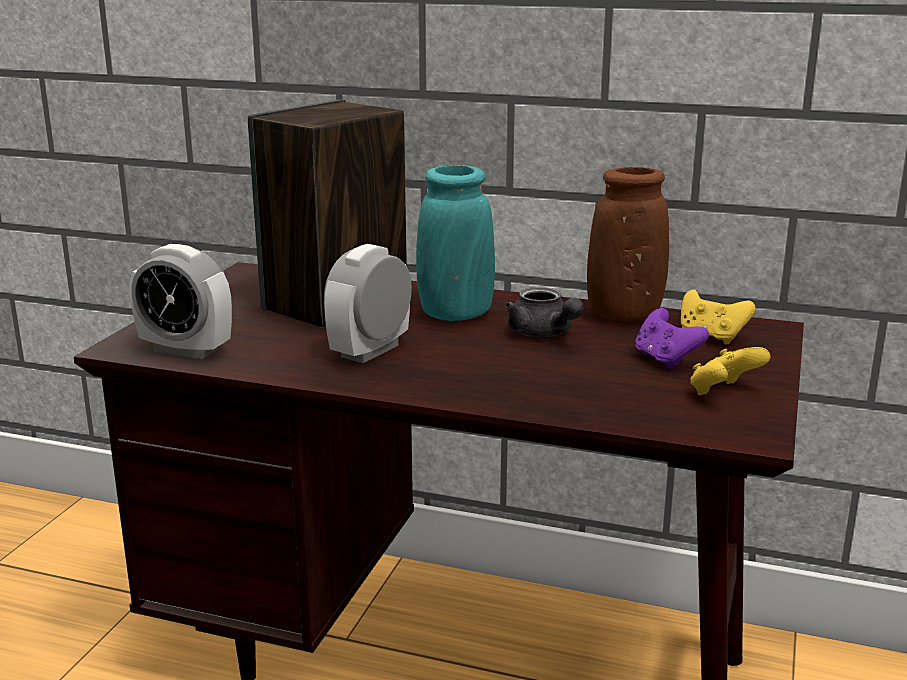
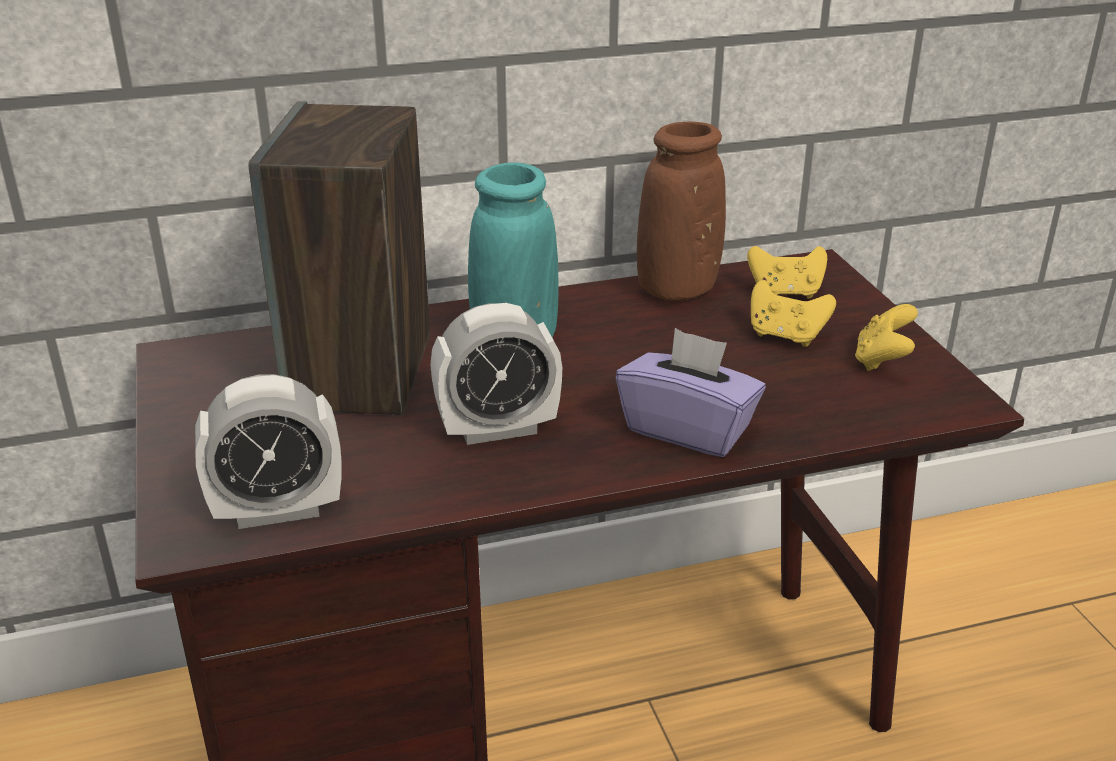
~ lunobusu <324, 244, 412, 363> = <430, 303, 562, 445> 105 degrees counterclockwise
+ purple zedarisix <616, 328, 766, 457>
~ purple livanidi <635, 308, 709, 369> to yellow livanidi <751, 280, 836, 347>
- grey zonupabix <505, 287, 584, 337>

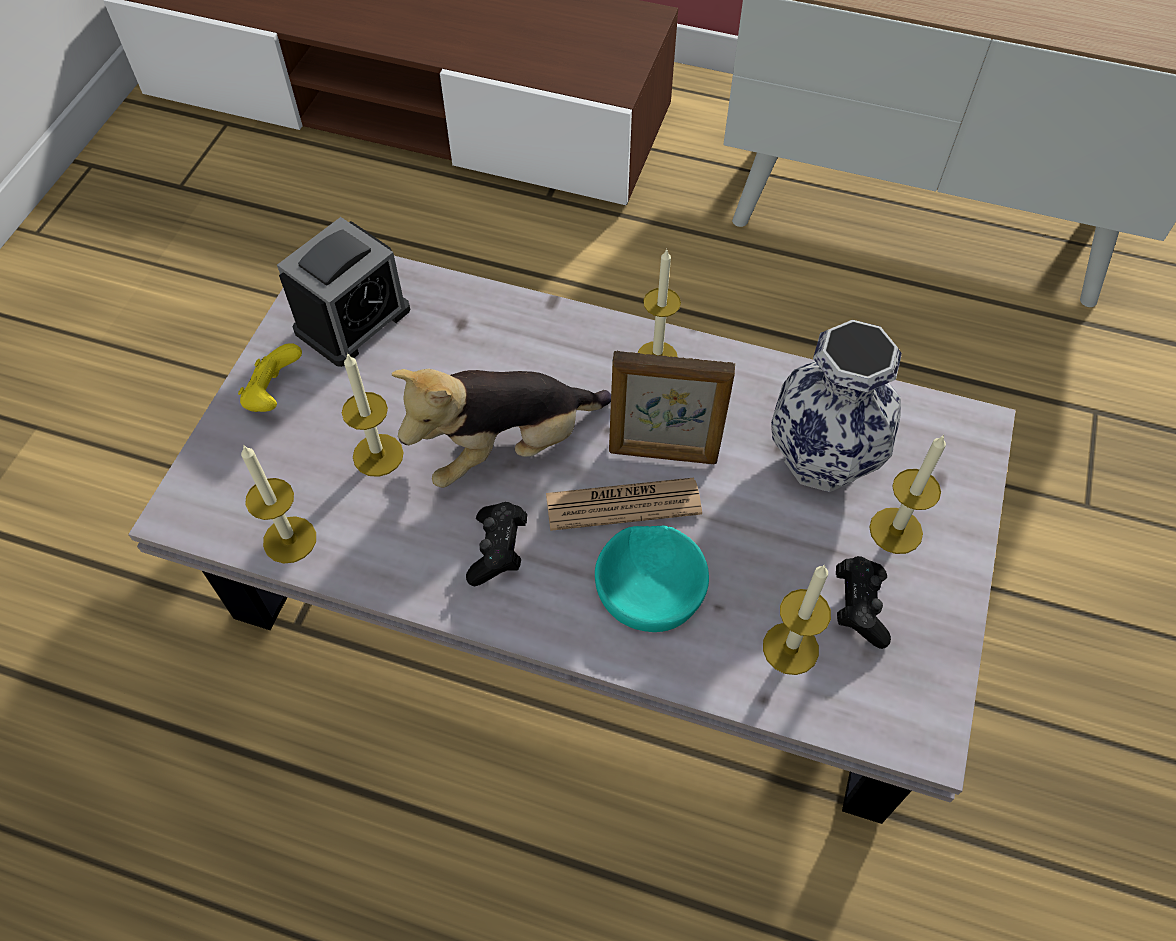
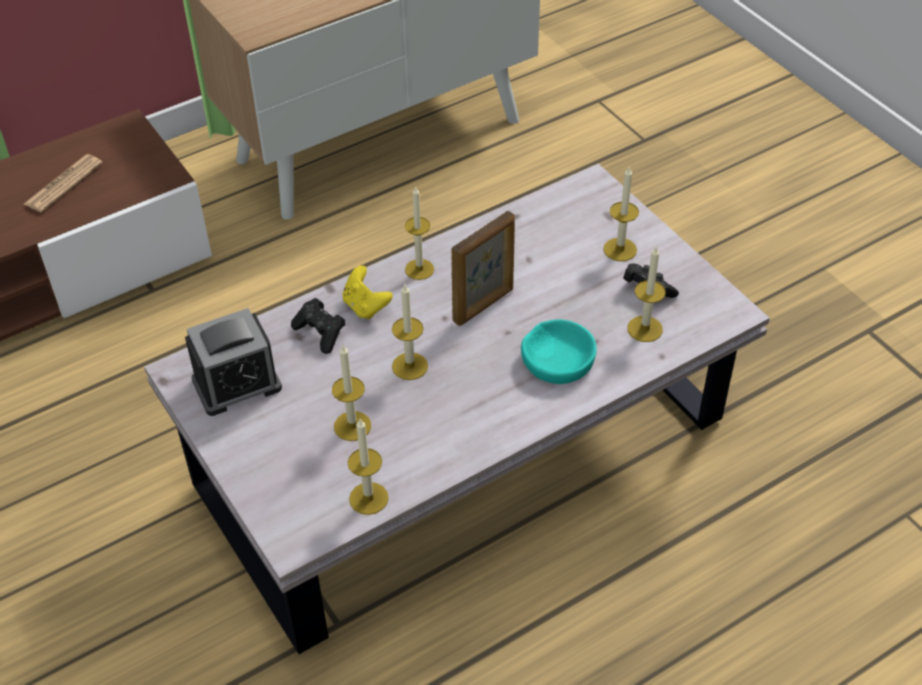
~ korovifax <546, 478, 702, 531> to <24, 154, 103, 212>
~ lunobusu <277, 217, 410, 367> = <185, 308, 282, 416> 75 degrees clockwise
~ black livanidi <466, 502, 527, 586> to <291, 298, 346, 354>
~ yellow livanidi <238, 343, 302, 412> to <343, 265, 393, 320>
~ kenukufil <391, 369, 611, 488> to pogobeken <392, 285, 428, 380>
- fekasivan <771, 320, 902, 492>

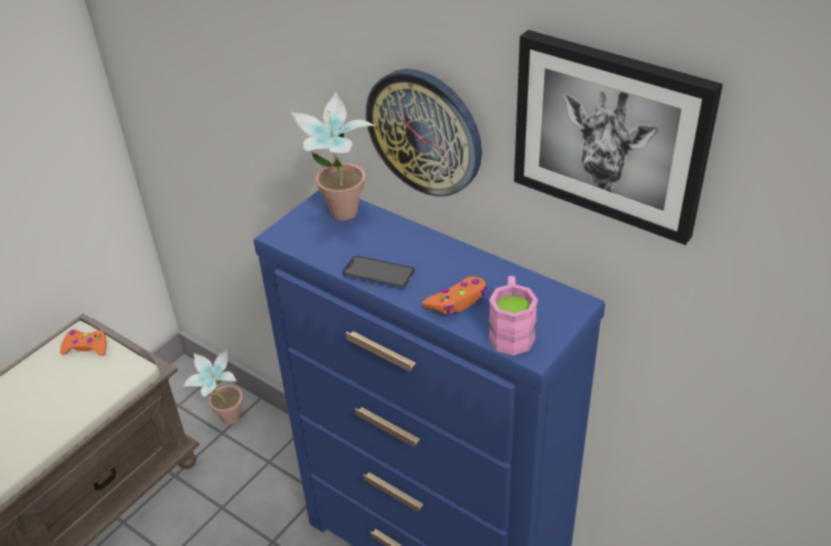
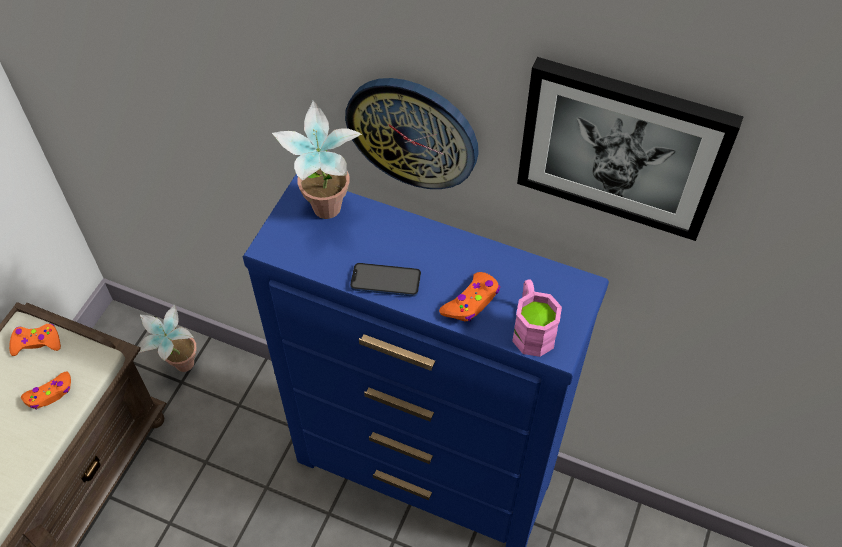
+ orange livanidi <21, 372, 71, 409>

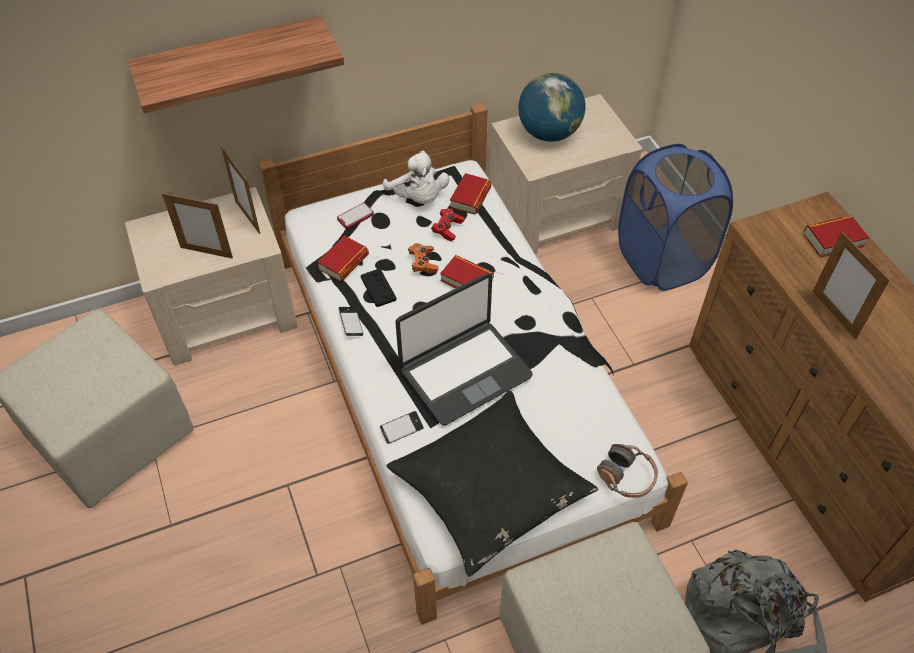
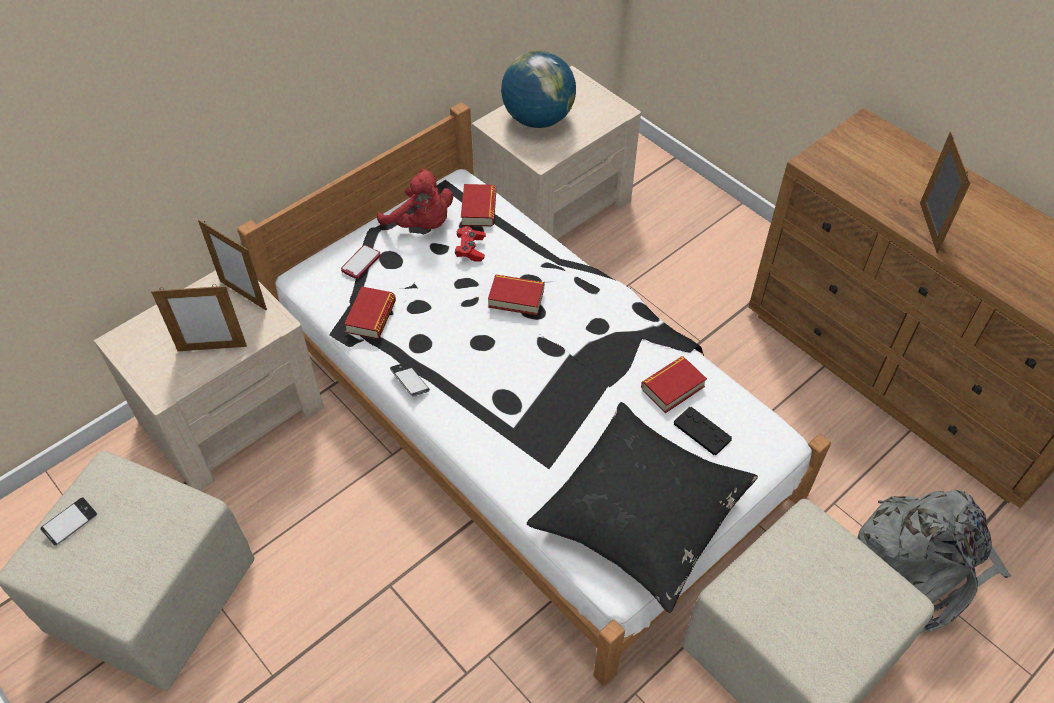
~ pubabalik <380, 411, 424, 444> to <40, 497, 97, 546>
~ white kenukufil <383, 151, 449, 204> to red kenukufil <377, 169, 453, 229>
~ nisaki <804, 215, 869, 257> to <641, 356, 707, 413>
~ black livanidi <361, 269, 397, 307> to <674, 407, 732, 455>
~ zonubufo <813, 231, 890, 339> = <920, 132, 971, 253> 135 degrees counterclockwise
- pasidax <128, 16, 344, 114>
- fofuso <395, 273, 533, 426>
- orange livanidi <408, 243, 439, 274>
- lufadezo <597, 444, 658, 498>
- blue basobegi <618, 144, 733, 291>

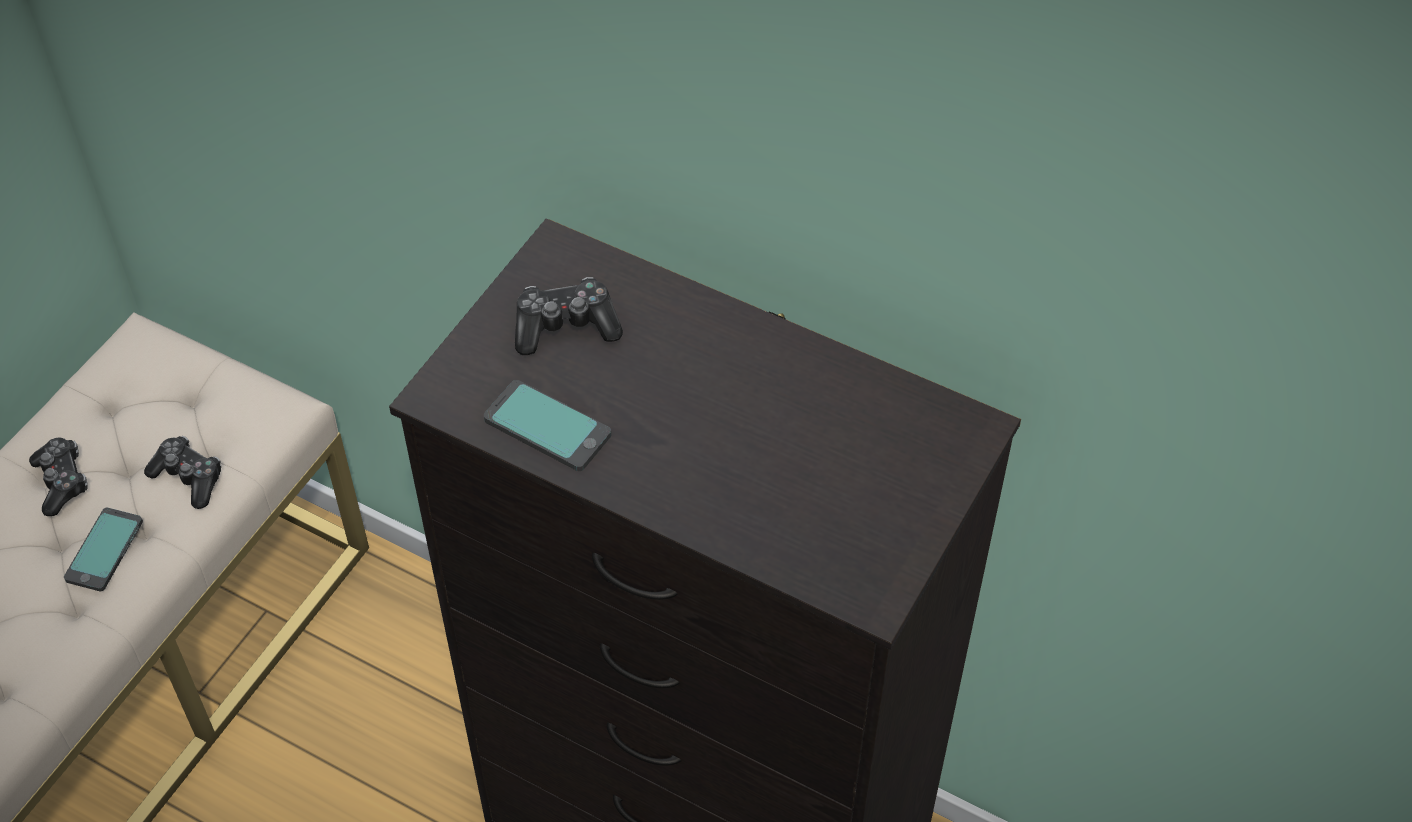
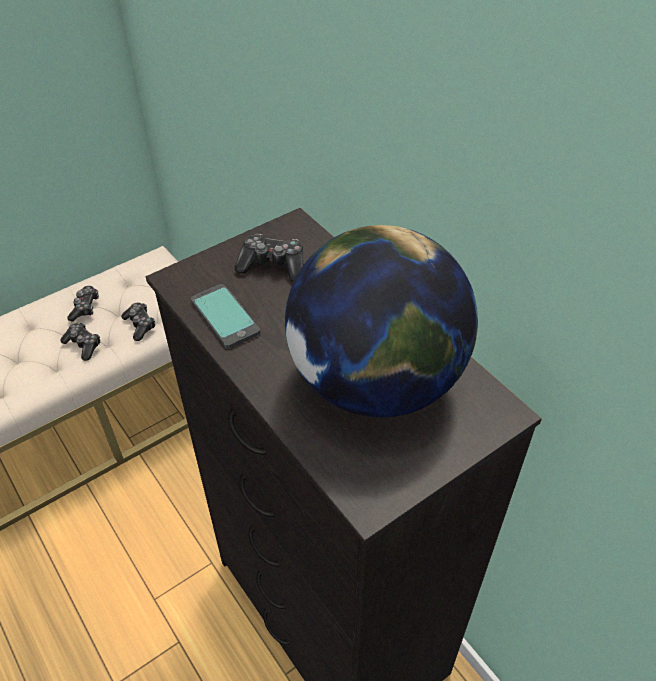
~ pubabalik <64, 507, 143, 591> to livanidi <60, 323, 100, 361>
+ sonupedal <285, 225, 478, 418>

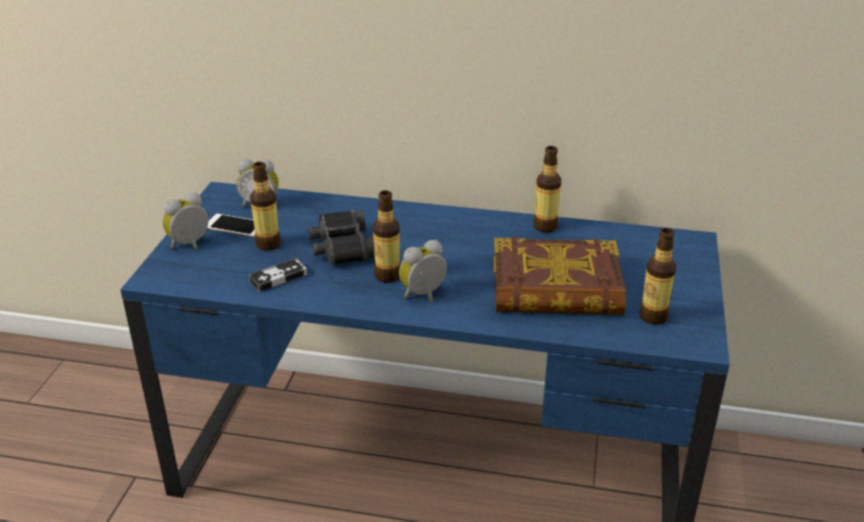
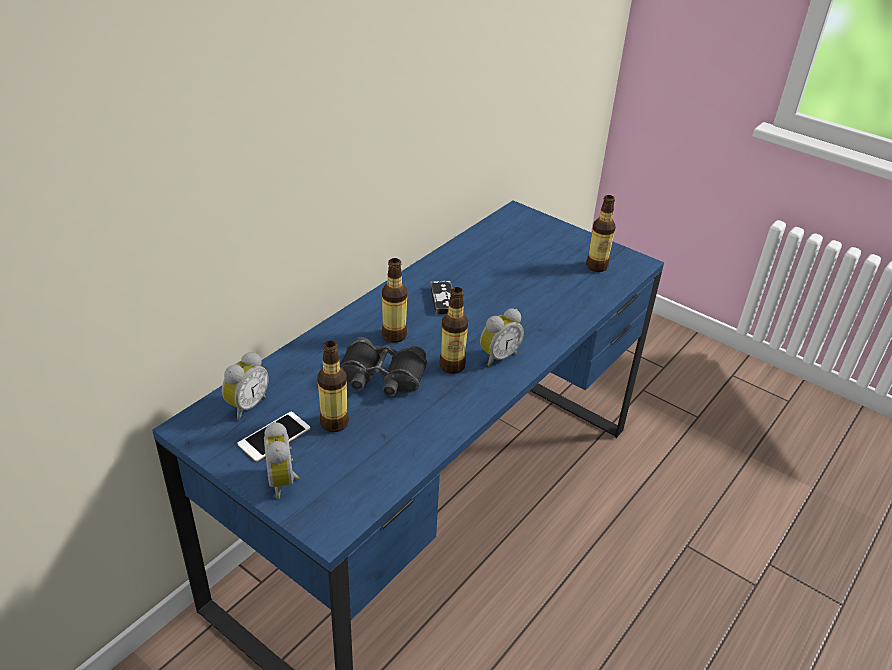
~ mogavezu <533, 146, 561, 233> to <382, 258, 407, 343>
~ livanidi <249, 258, 307, 292> to <430, 281, 452, 315>
~ lunobusu <399, 240, 447, 301> = <480, 308, 524, 367> 120 degrees counterclockwise
- nisaki <494, 237, 626, 315>

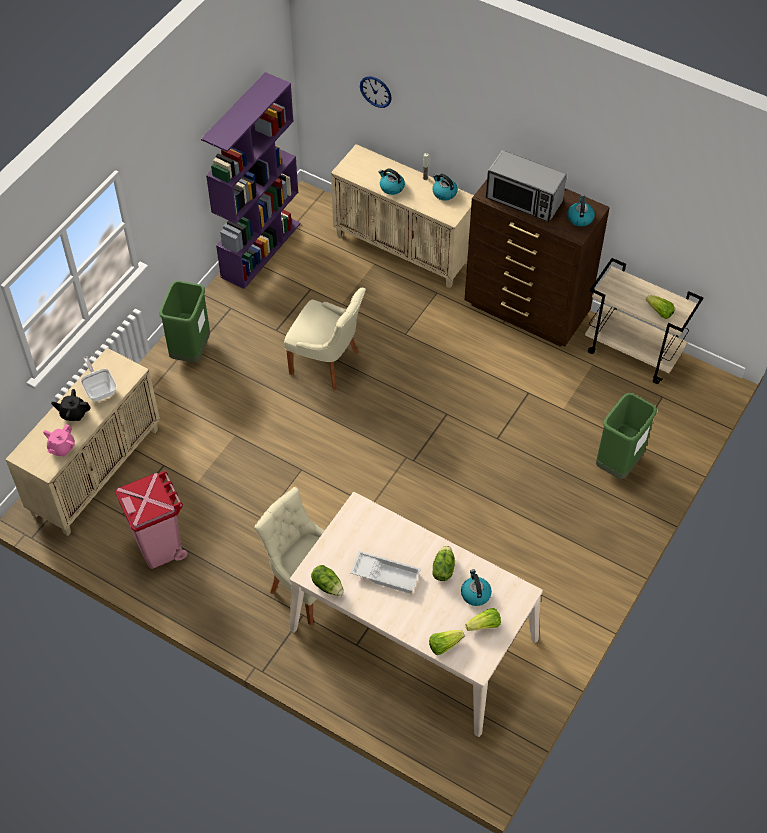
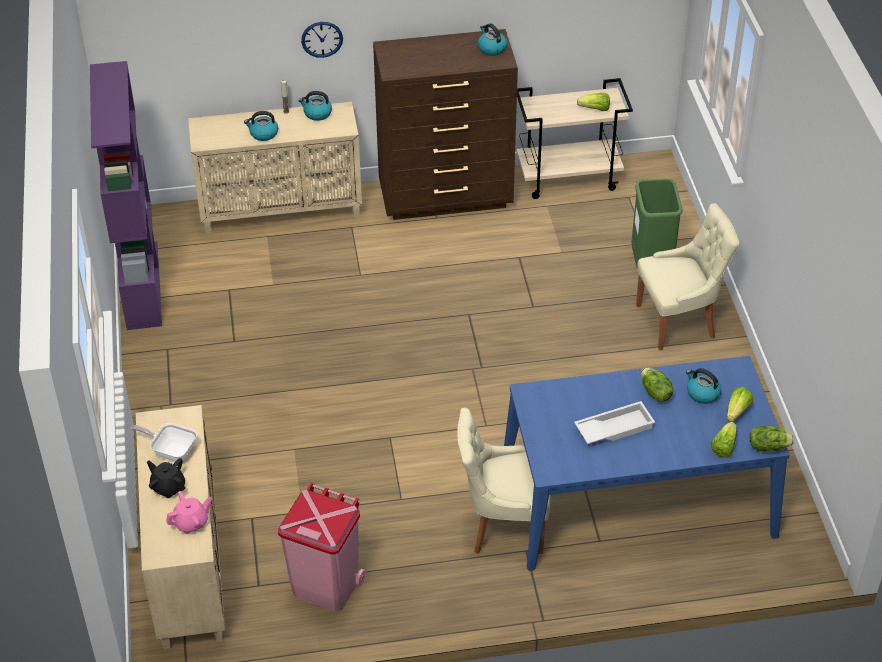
~ black zonupabix <51, 389, 91, 421> = <147, 458, 185, 498> 75 degrees clockwise
~ pink zonupabix <43, 424, 75, 457> = <166, 492, 212, 534> 105 degrees counterclockwise
~ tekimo <360, 76, 392, 108> to <301, 22, 343, 58>
~ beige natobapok <290, 492, 543, 737> to blue natobapok <504, 356, 790, 571>
~ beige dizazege <284, 288, 366, 390> to <636, 203, 739, 351>
~ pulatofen <311, 565, 344, 596> to <750, 425, 795, 452>
- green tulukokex <159, 281, 210, 363>
- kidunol <486, 150, 567, 222>

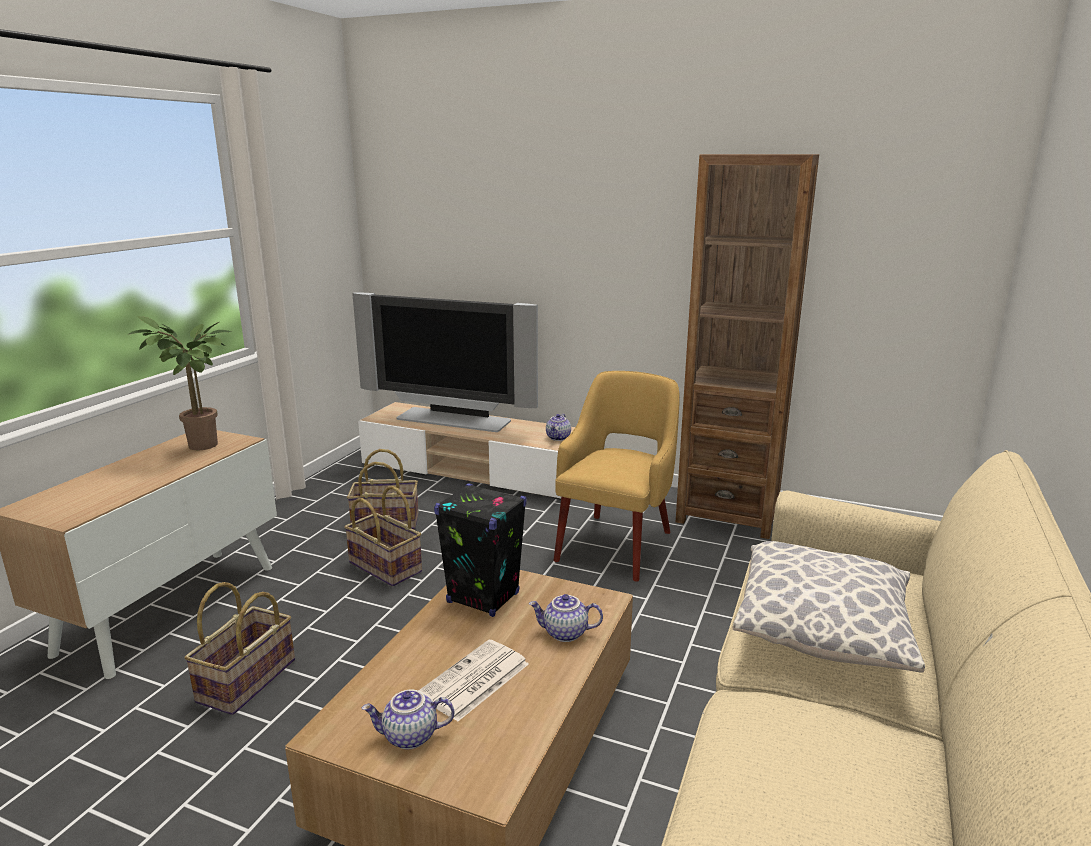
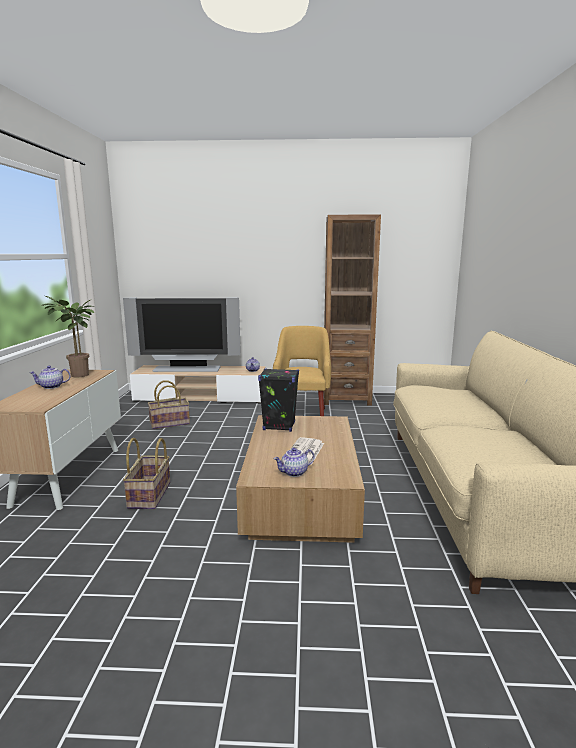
~ zonupabix <529, 594, 603, 642> to <29, 366, 71, 389>
- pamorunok <345, 486, 422, 586>
- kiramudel <733, 541, 925, 673>

